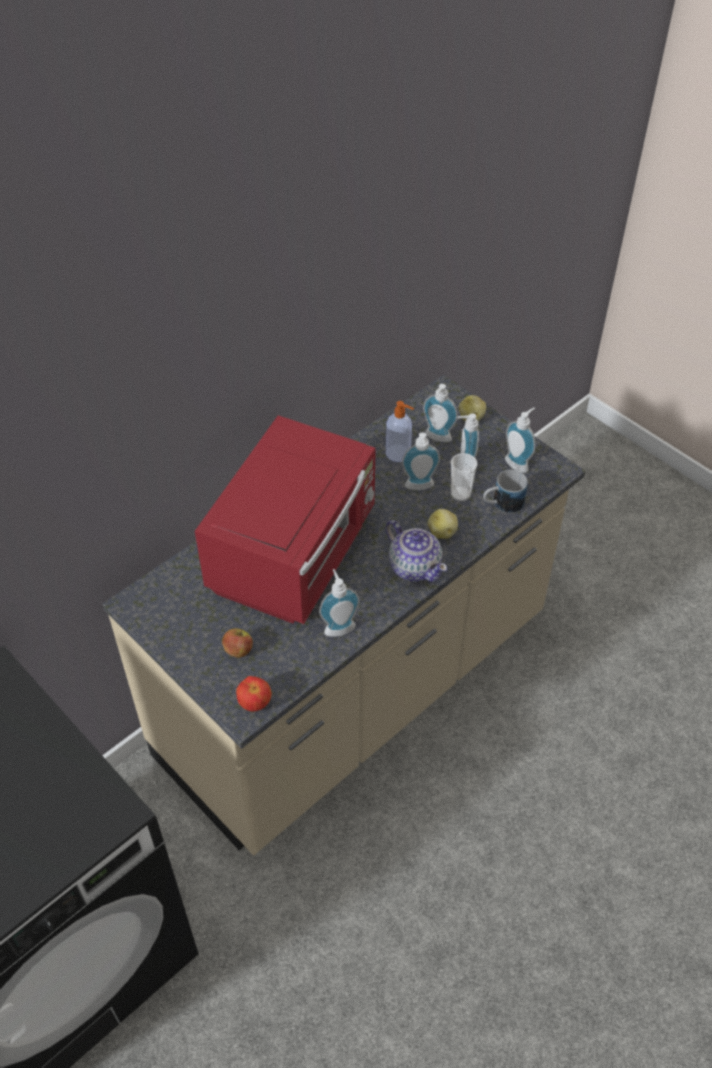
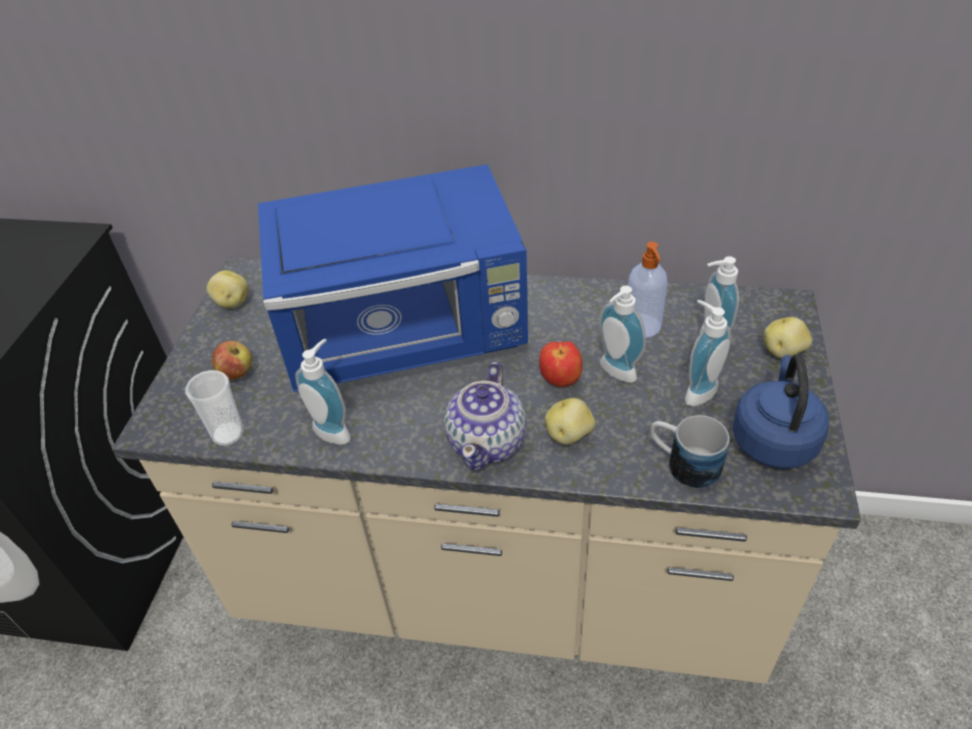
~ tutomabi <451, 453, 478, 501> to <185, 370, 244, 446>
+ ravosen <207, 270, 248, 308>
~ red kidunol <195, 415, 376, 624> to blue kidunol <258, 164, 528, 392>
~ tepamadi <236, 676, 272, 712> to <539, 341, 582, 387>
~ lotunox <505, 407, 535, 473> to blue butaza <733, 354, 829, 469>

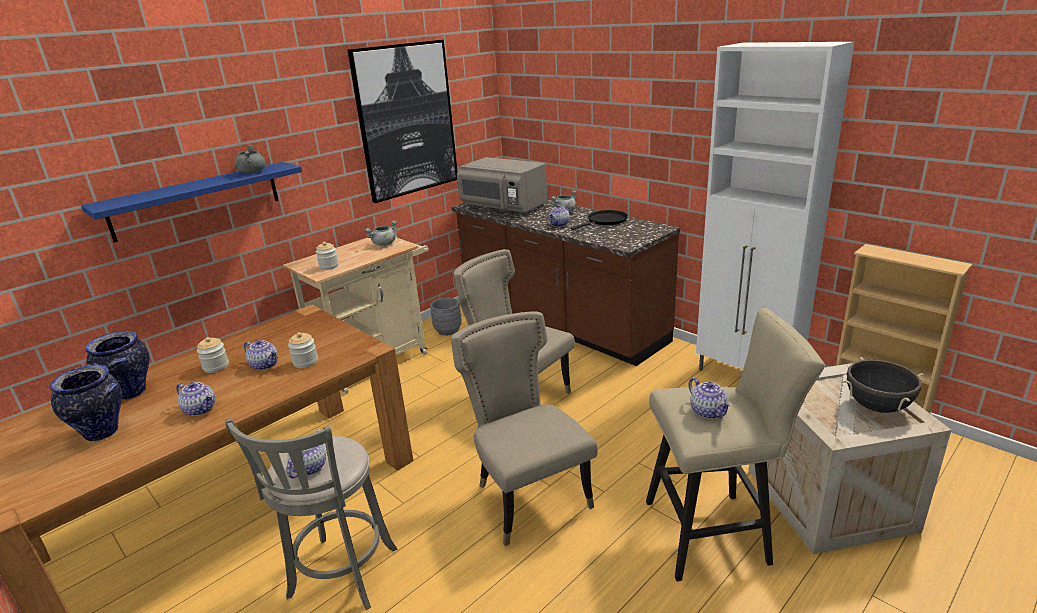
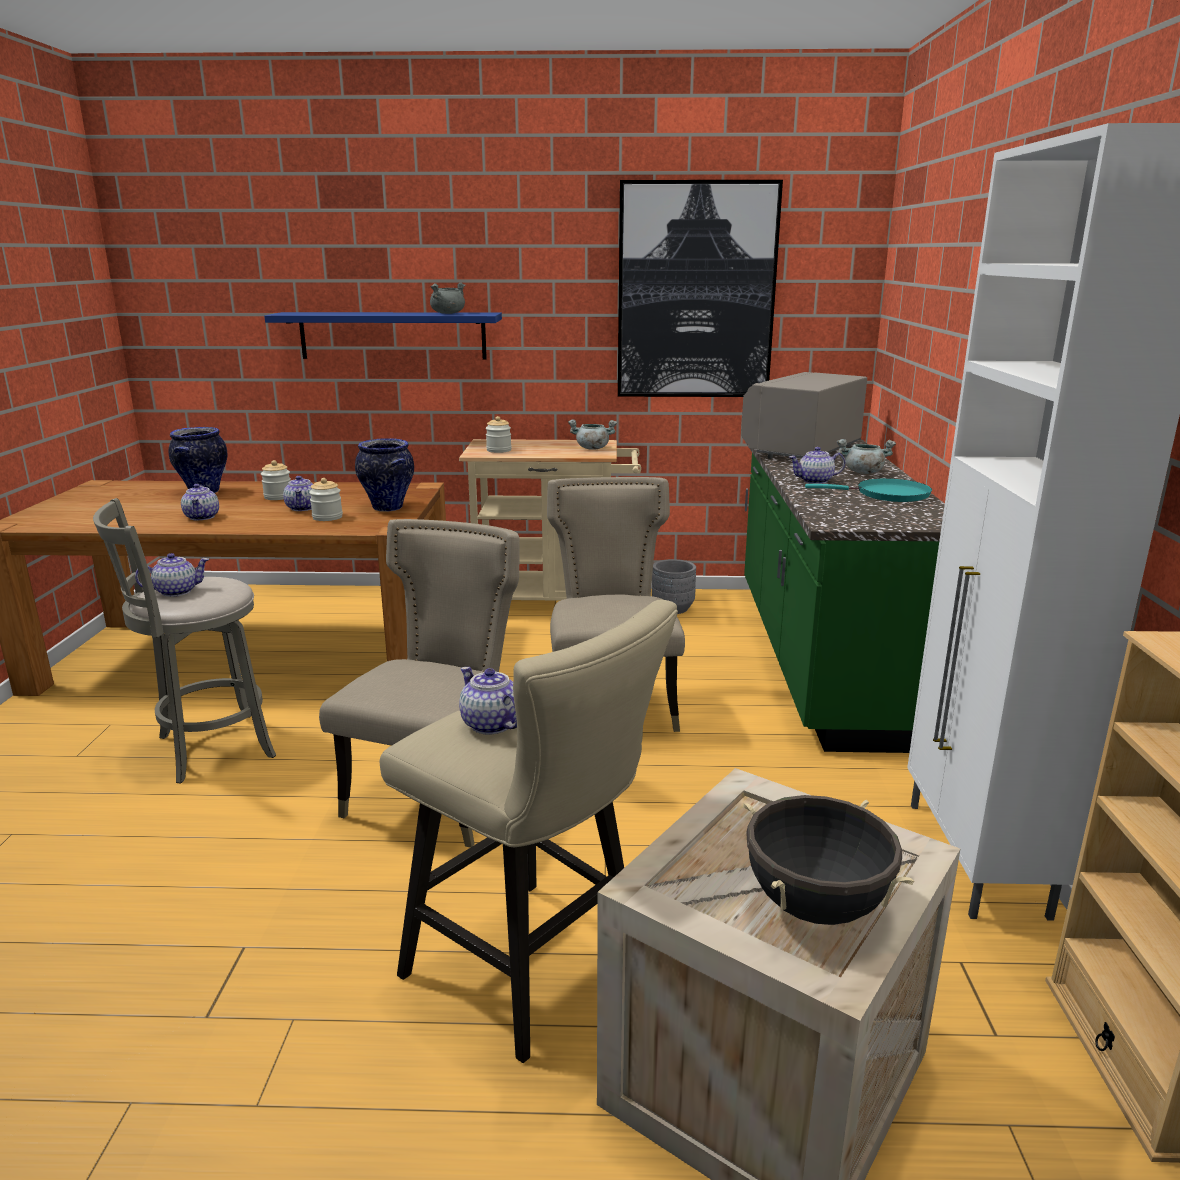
~ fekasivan <50, 364, 122, 441> to <355, 438, 414, 511>
~ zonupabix <688, 377, 732, 419> = <459, 667, 517, 735> 120 degrees clockwise
~ grey kidunol <457, 157, 548, 214> = <741, 372, 867, 459> 45 degrees clockwise
~ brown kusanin <451, 200, 680, 366> to green kusanin <744, 439, 945, 753>
~ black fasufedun <571, 210, 628, 230> to turquoise fasufedun <805, 478, 932, 502>

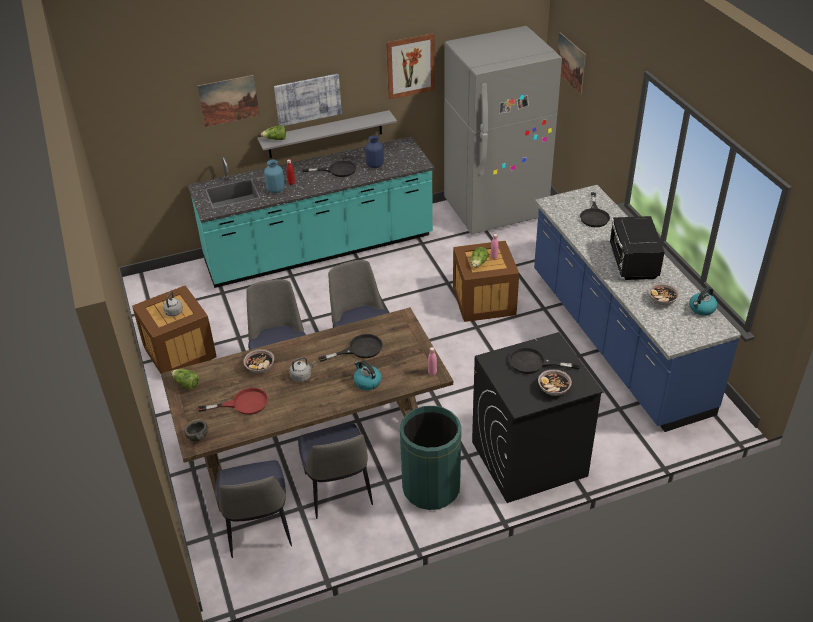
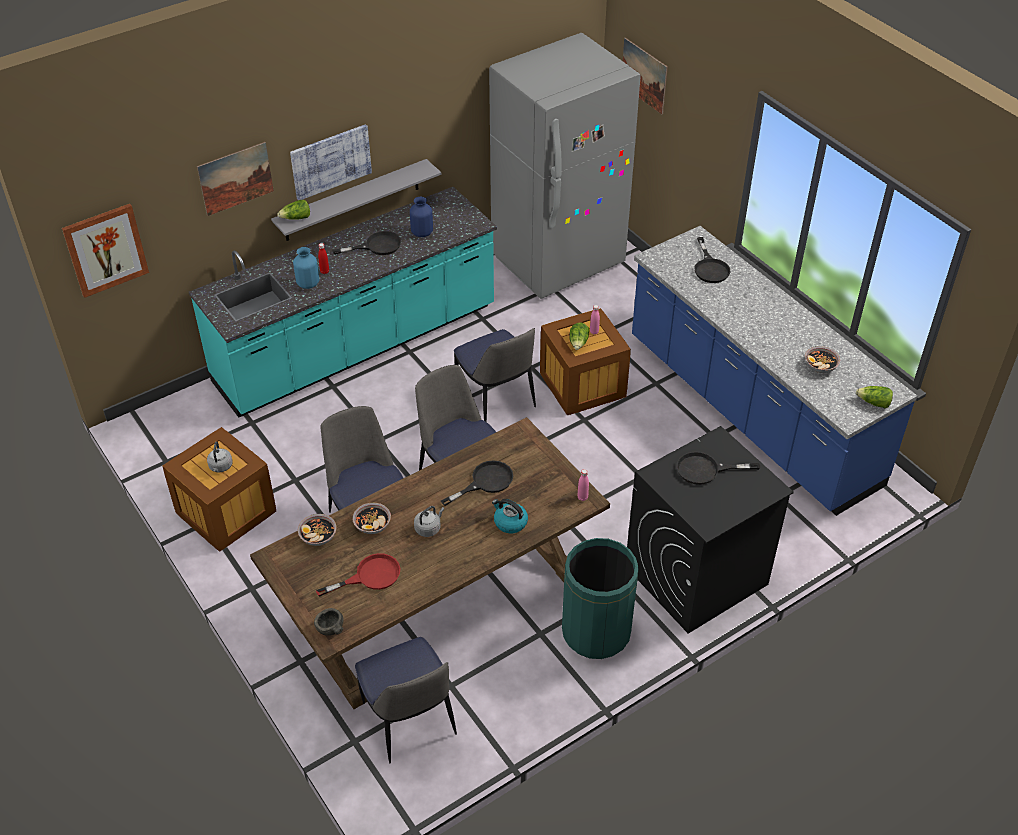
~ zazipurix <386, 34, 435, 99> to <62, 204, 149, 298>
~ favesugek <538, 369, 572, 396> to <298, 514, 337, 546>
~ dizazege <298, 423, 373, 519> to <454, 328, 536, 422>
~ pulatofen <171, 369, 199, 390> to <856, 386, 893, 408>
- black kidunol <610, 216, 665, 280>
- butaza <689, 287, 717, 316>

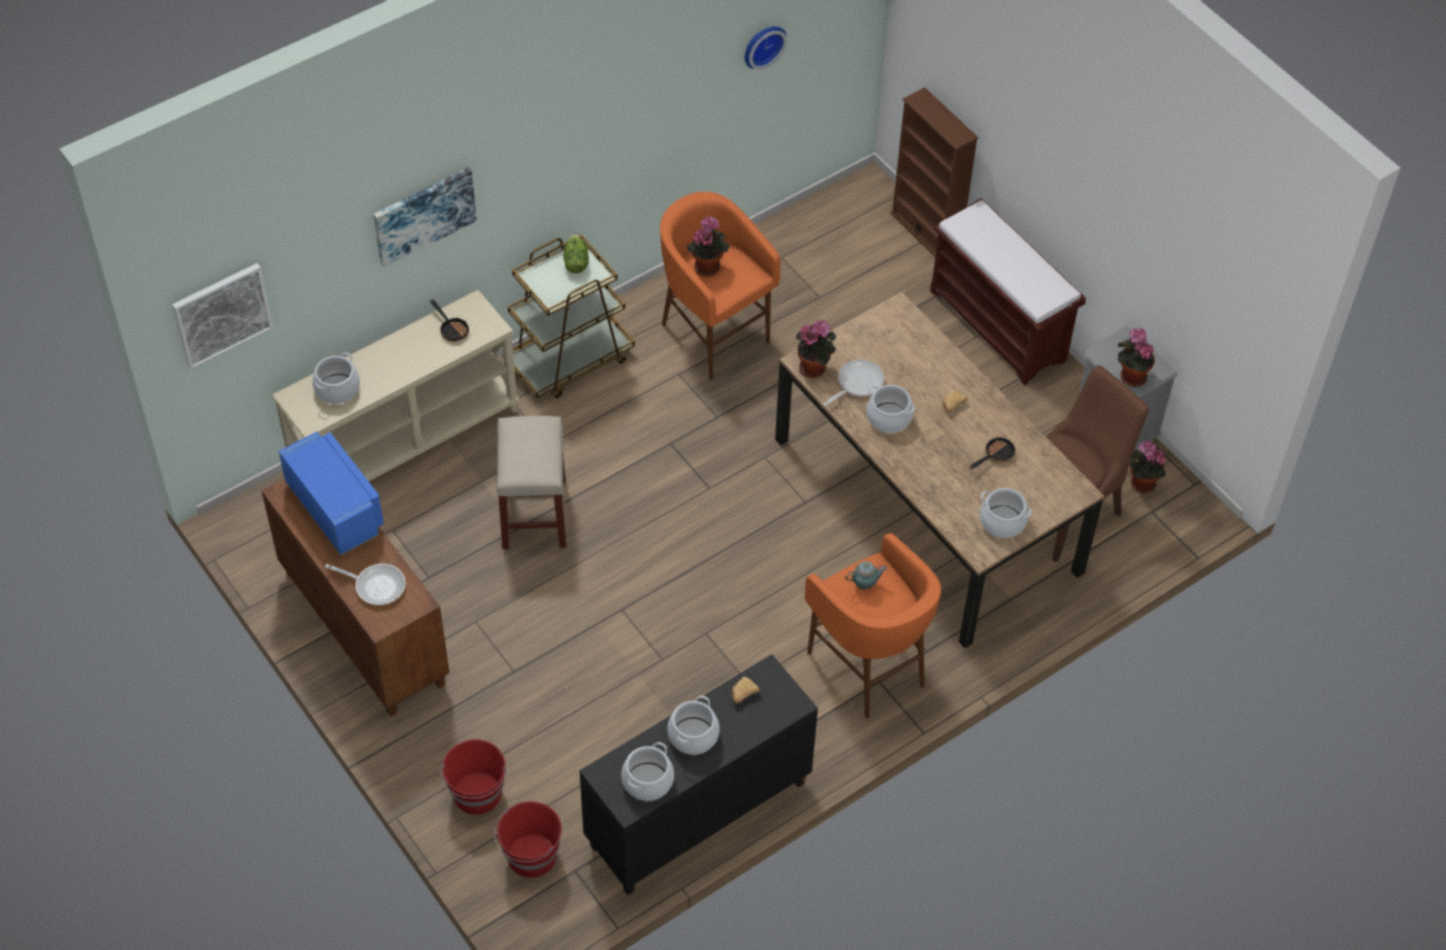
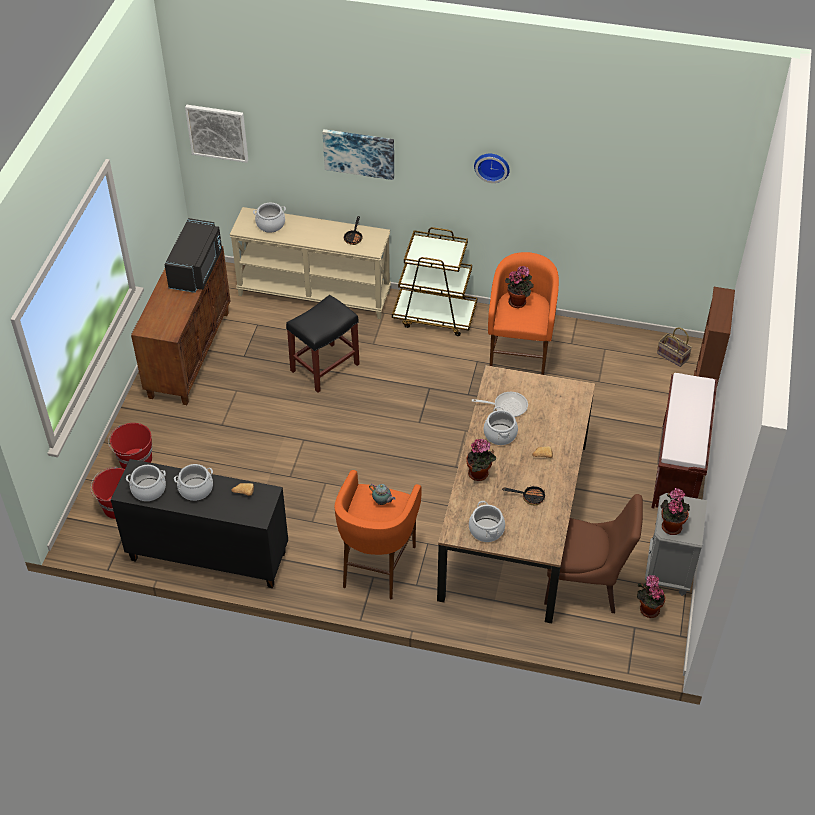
~ blue kidunol <279, 432, 384, 555> to black kidunol <164, 218, 222, 293>
~ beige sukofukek <496, 416, 566, 549> to black sukofukek <286, 295, 360, 393>
~ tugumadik <796, 320, 836, 378> to <467, 439, 496, 481>
~ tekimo <745, 26, 787, 70> to <474, 154, 510, 183>
+ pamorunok <657, 328, 692, 367>
- fasufedun <325, 564, 405, 605>
- pulatofen <563, 234, 589, 273>

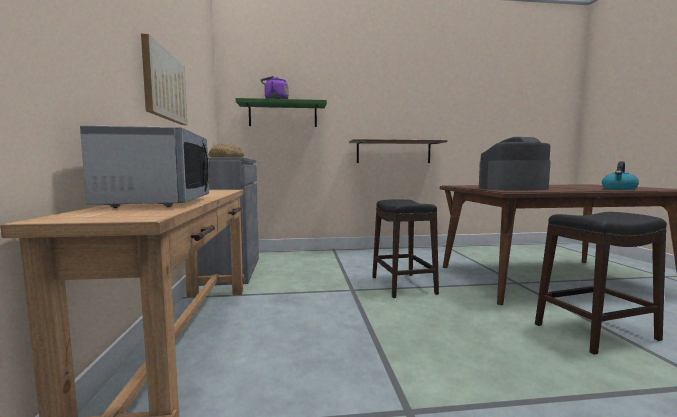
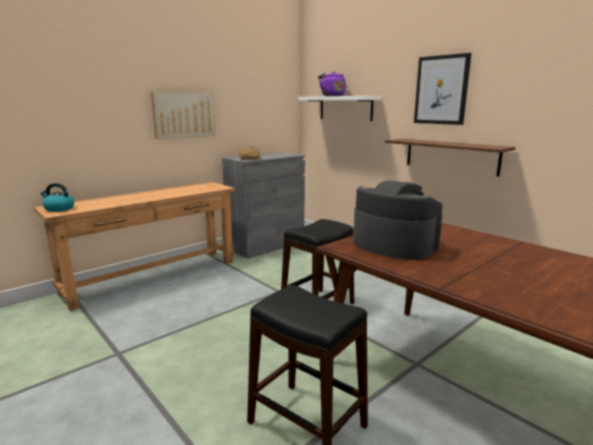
~ butaza <602, 161, 639, 190> to <40, 183, 74, 212>
~ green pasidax <236, 98, 327, 127> to white pasidax <298, 96, 381, 121>
+ zazipurix <414, 53, 471, 125>
- kidunol <80, 125, 210, 208>

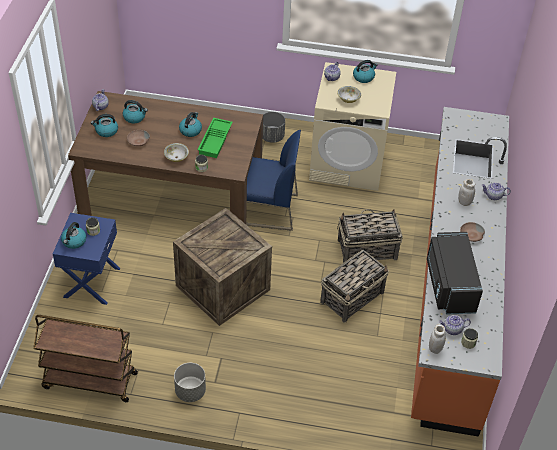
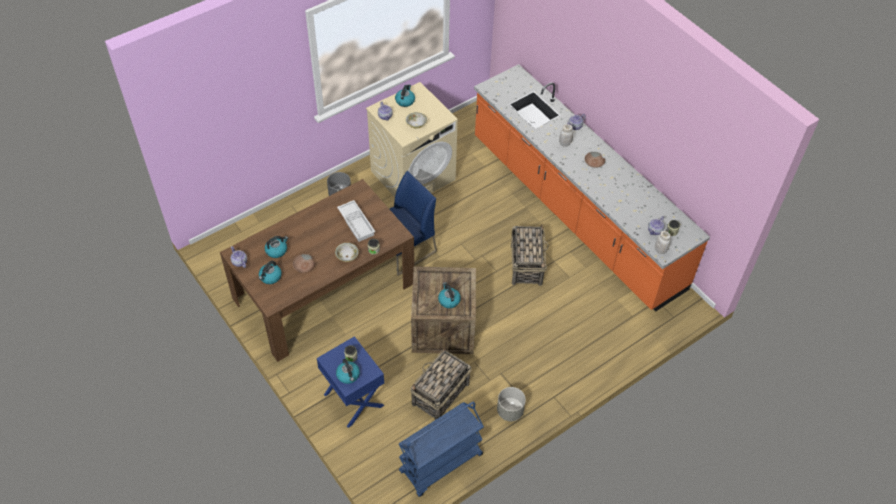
~ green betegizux <198, 118, 233, 158> to white betegizux <337, 200, 375, 242>
~ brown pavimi <33, 315, 138, 402> to blue pavimi <399, 401, 484, 497>
~ pamorunok <337, 209, 403, 263> to <410, 348, 471, 420>
~ butaza <179, 112, 202, 137> to <438, 282, 461, 308>
- black kidunol <427, 232, 483, 315>

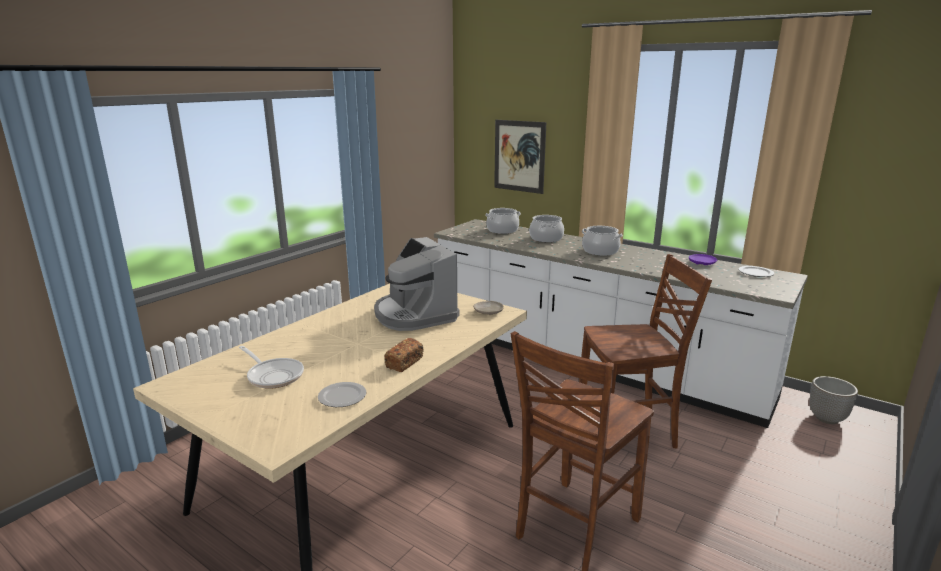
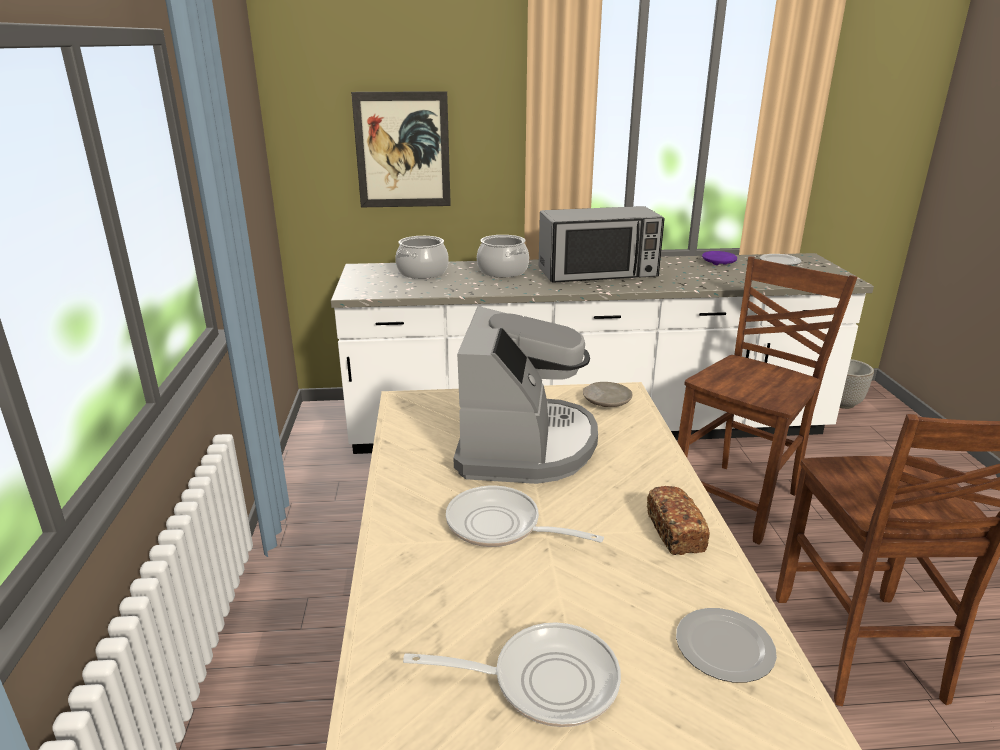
+ fasufedun <446, 486, 604, 547>
~ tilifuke <374, 237, 460, 331> = <453, 306, 598, 484> 105 degrees counterclockwise
~ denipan <582, 226, 623, 256> to kidunol <539, 206, 665, 283>

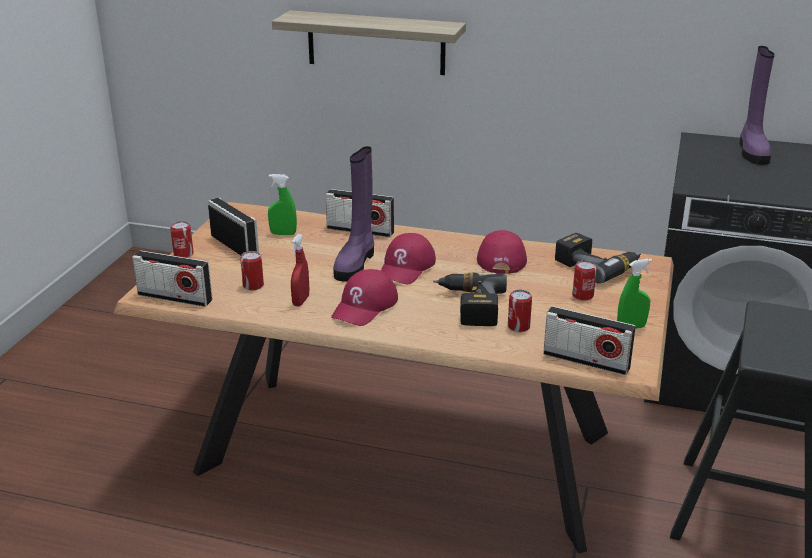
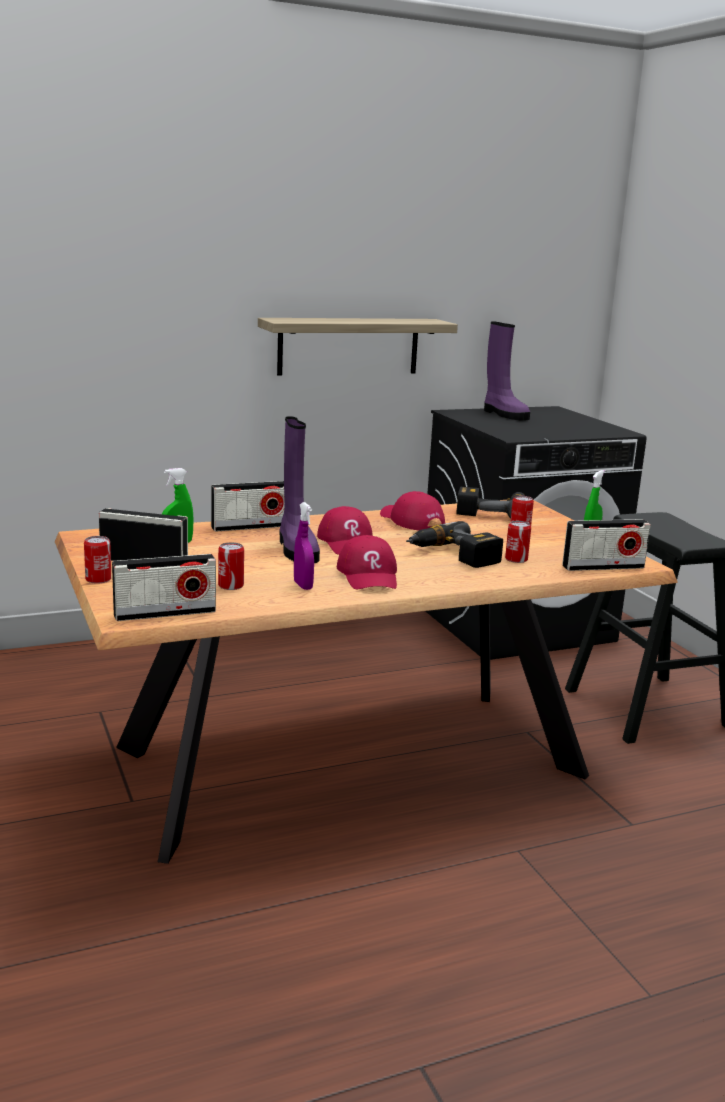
~ pasidax <272, 10, 466, 75> to <258, 318, 458, 376>
~ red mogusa <291, 234, 309, 306> to purple mogusa <294, 502, 314, 590>

